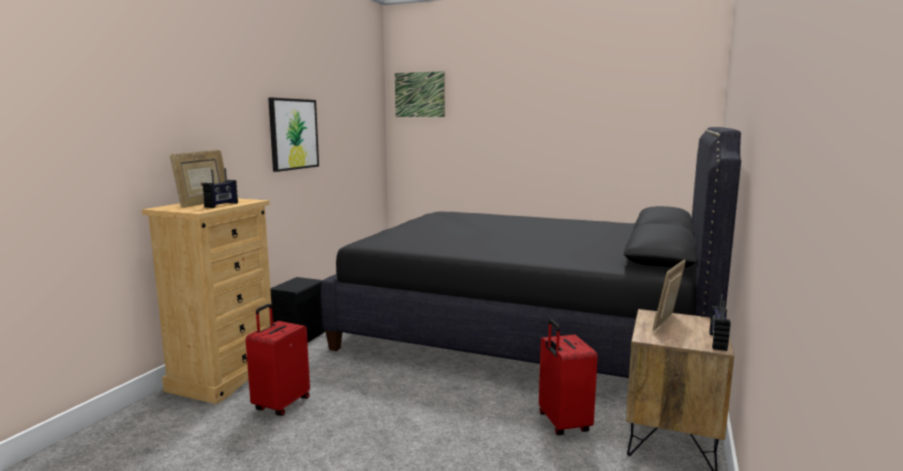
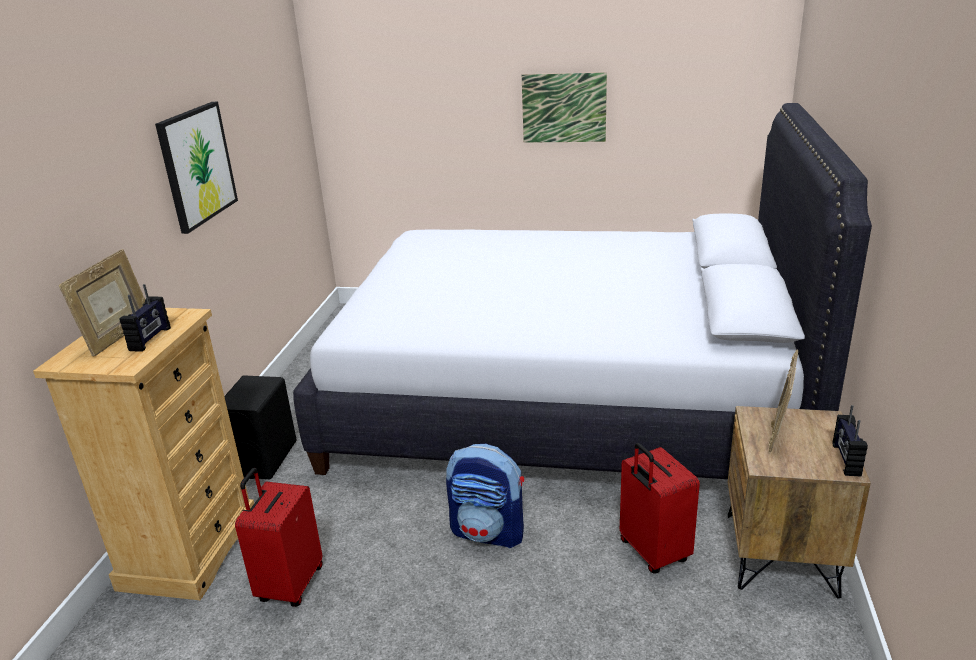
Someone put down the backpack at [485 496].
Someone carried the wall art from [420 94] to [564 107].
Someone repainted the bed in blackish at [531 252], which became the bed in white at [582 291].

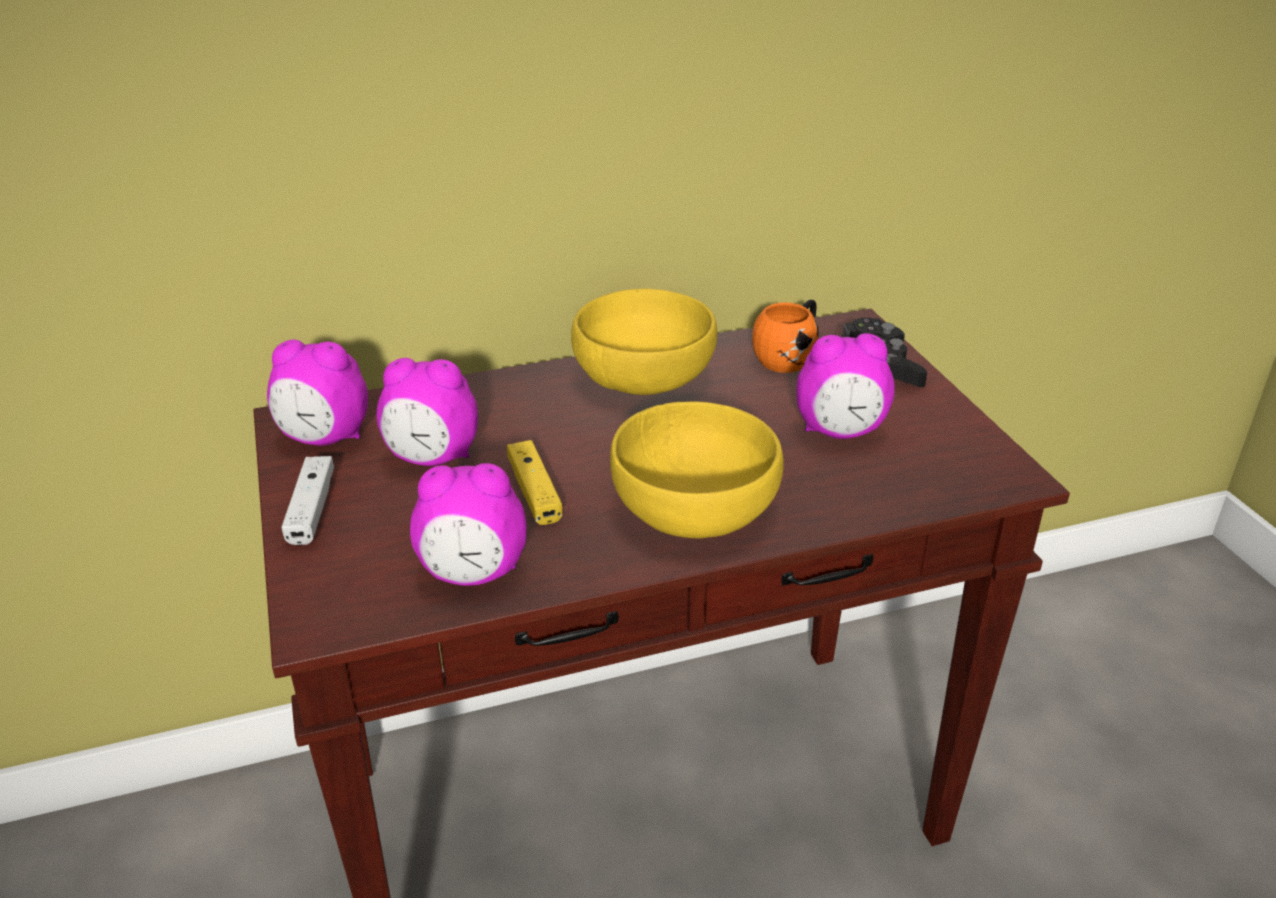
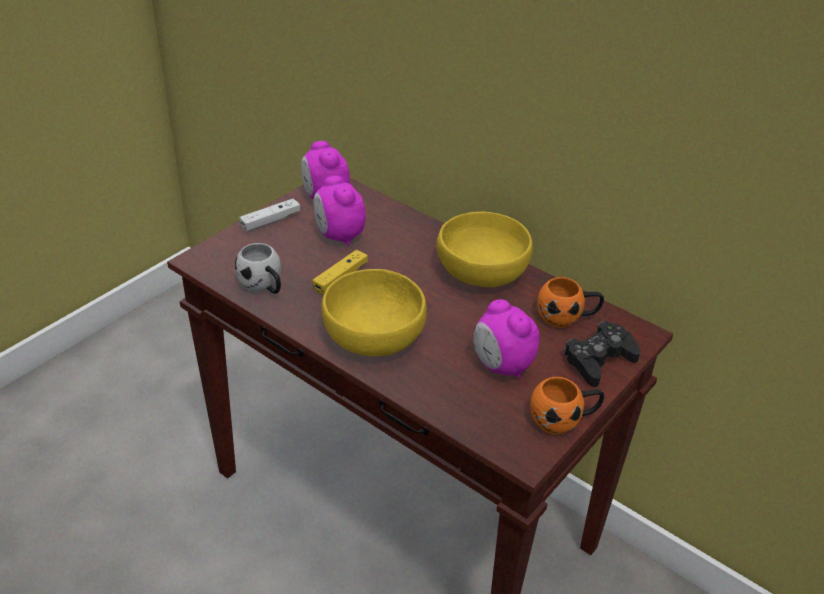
Someone put down the mug in orange-coloured at [567 406].
Someone swapped the bedside clock at [468 524] for the mug in white at [258 268].

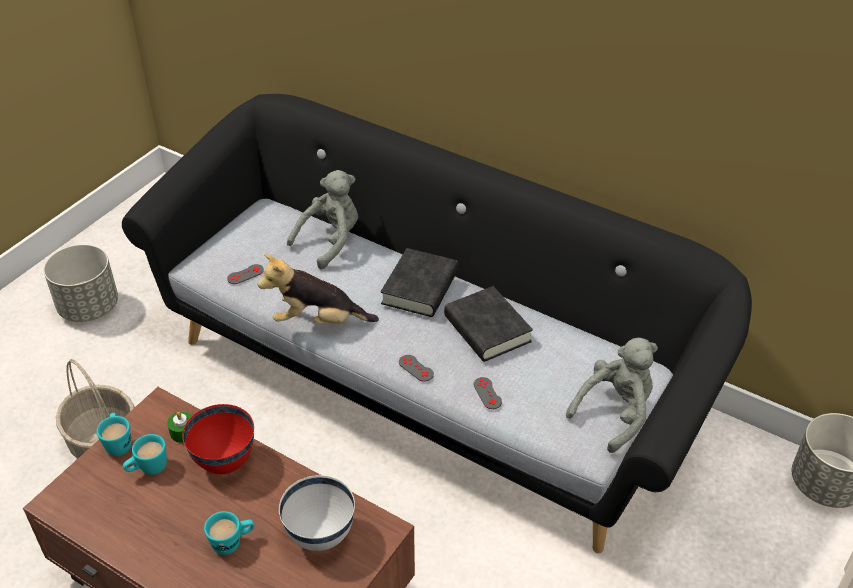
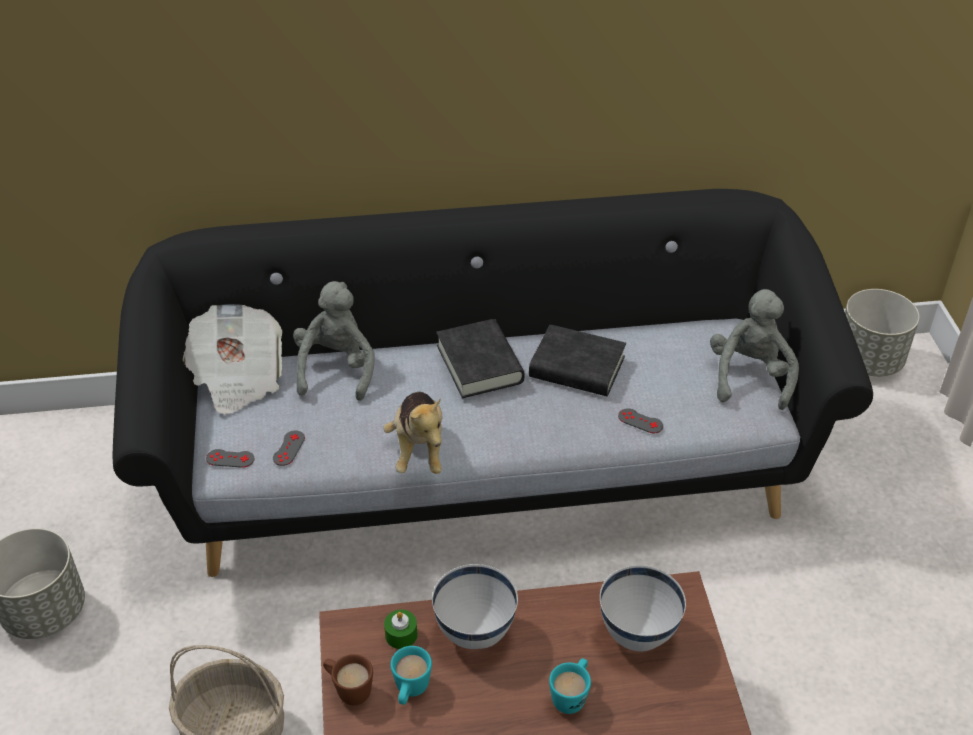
Someone put down the daily paper at [232 359].
Someone carried the joypad in gray from [416 368] to [230 458].
Someone repainted the mug in turquoise at [113 434], which became the mug in brown at [348 679].
Someone repainted the deep dish in reddish at [218 439], which became the deep dish in white at [475 606].
Someone rotated the soft toy at [318 289] by 60 degrees counterclockwise.

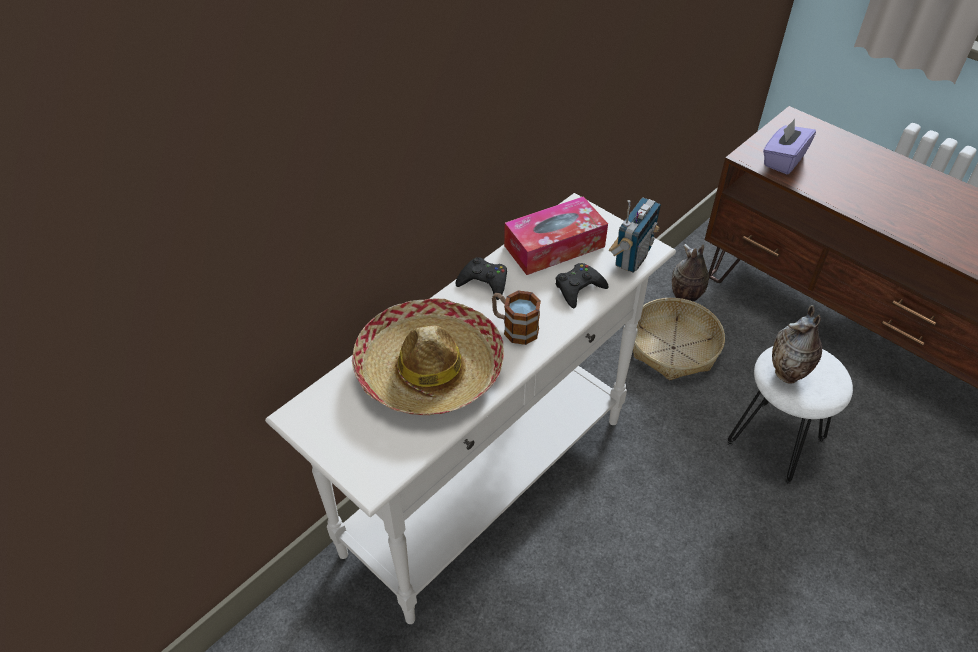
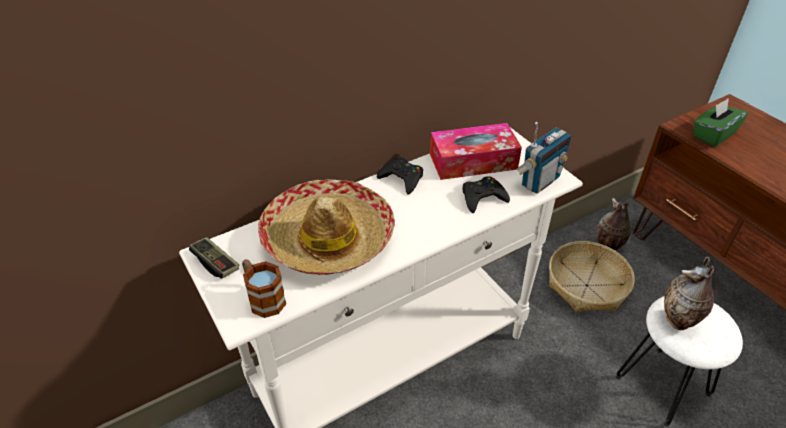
Someone put down the joypad at [214 257].
Someone carried the mug from [516 317] to [264 288].
Someone repainted the box of tissues in purple at [789 146], which became the box of tissues in green-coloured at [721 122].

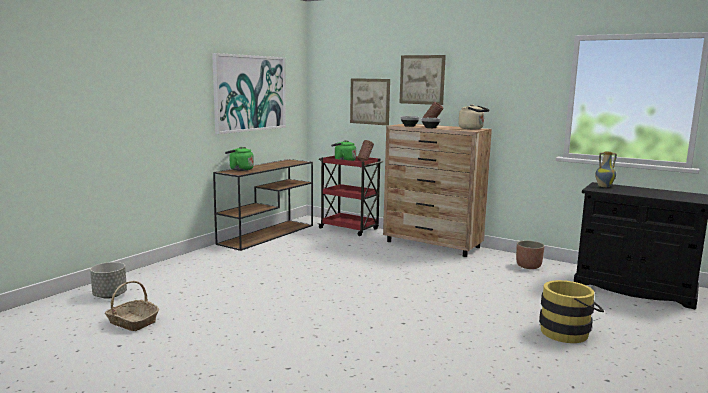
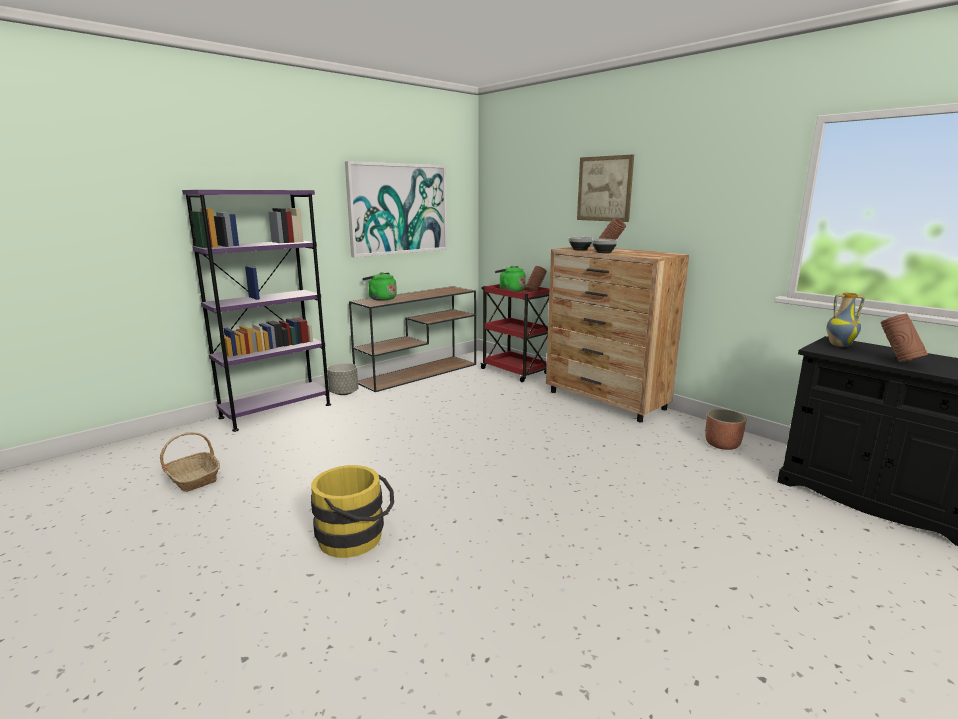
Someone took away the wall art at [370 101].
Someone took away the kettle in sand-coloured at [474 116].
Someone put down the bookcase in purple at [256 311].
Someone put down the decorative vase in brown at [904 338].
Someone carried the plant pot in gray from [108 280] to [342 379].
Someone carried the water bucket in yellowish from [571 311] to [352 511].

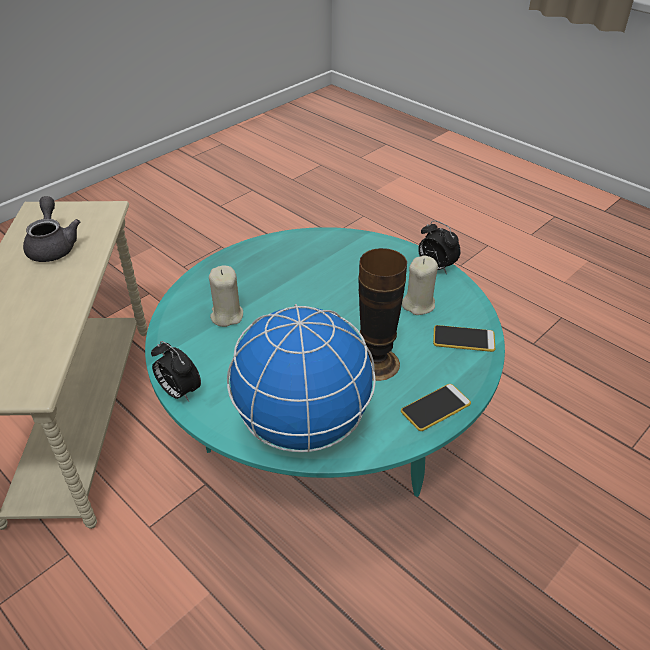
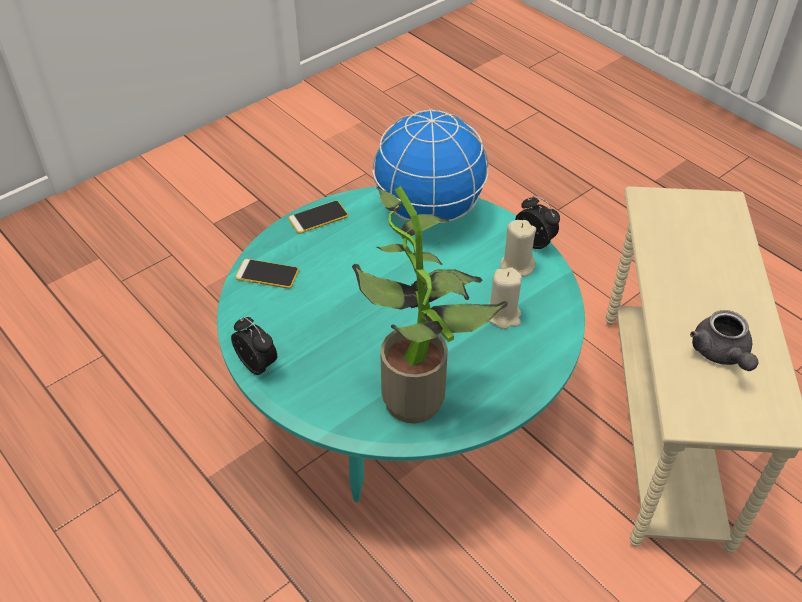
Someone took away the decorative vase at [382 314].
Someone put down the potted plant at [430 305].
Someone carried the wax light in sand-coloured from [420 285] to [518 248].

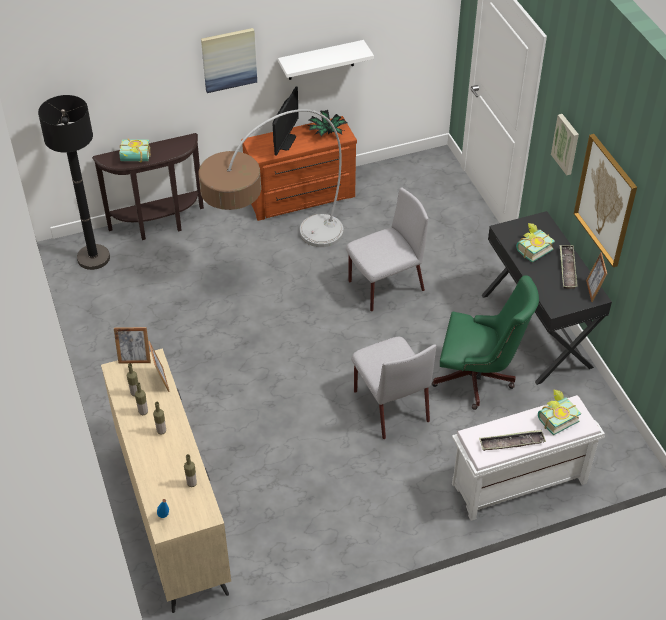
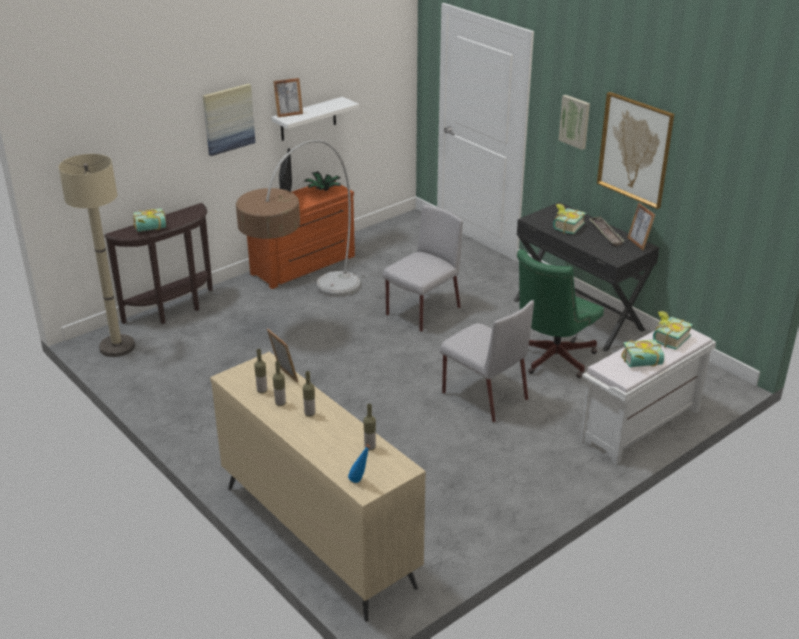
Someone carried the standing frame from [132 345] to [288 97].
Someone swapped the carrying tray at [512 440] for the book at [642 353].
Someone repainted the standing lamp in blackish at [74 182], which became the standing lamp in sand-coloured at [97 255].
Someone rotated the computer chair in green-coloured at [485 342] by 135 degrees clockwise.

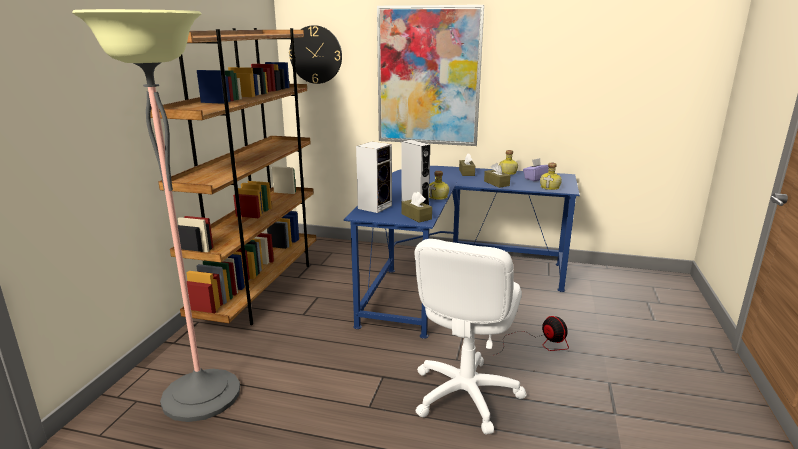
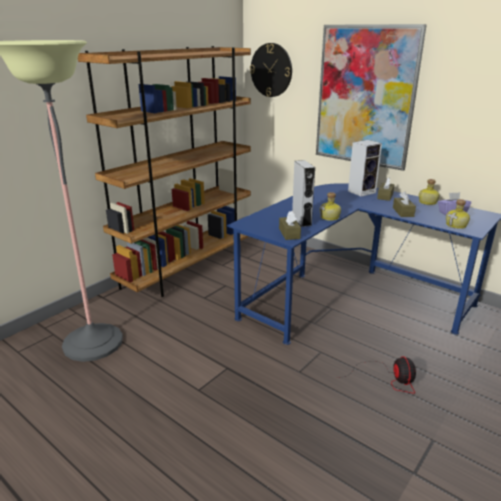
Someone took away the computer chair in white at [470 337].
Someone carried the audio speaker from [374 177] to [365 168].

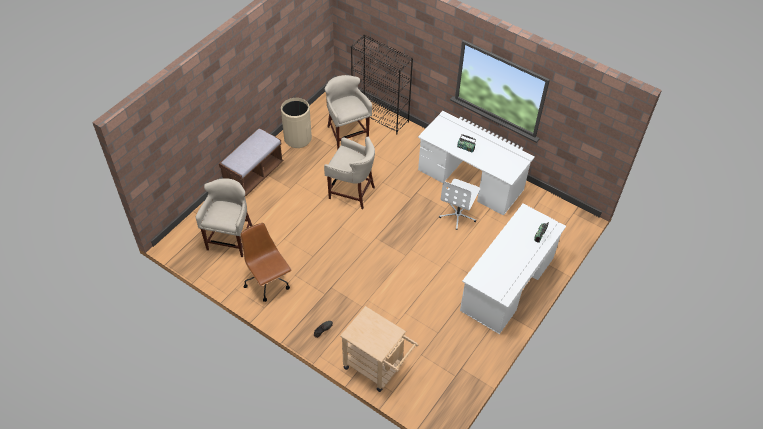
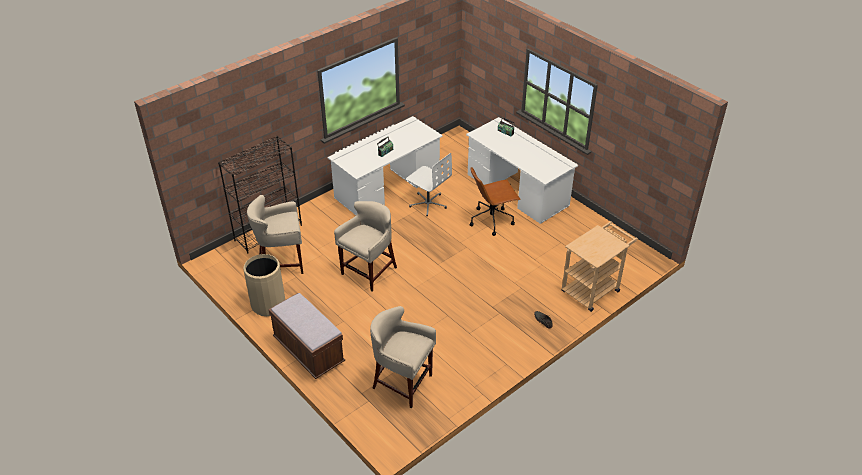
Someone carried the computer chair in brown from [266 262] to [495 201].

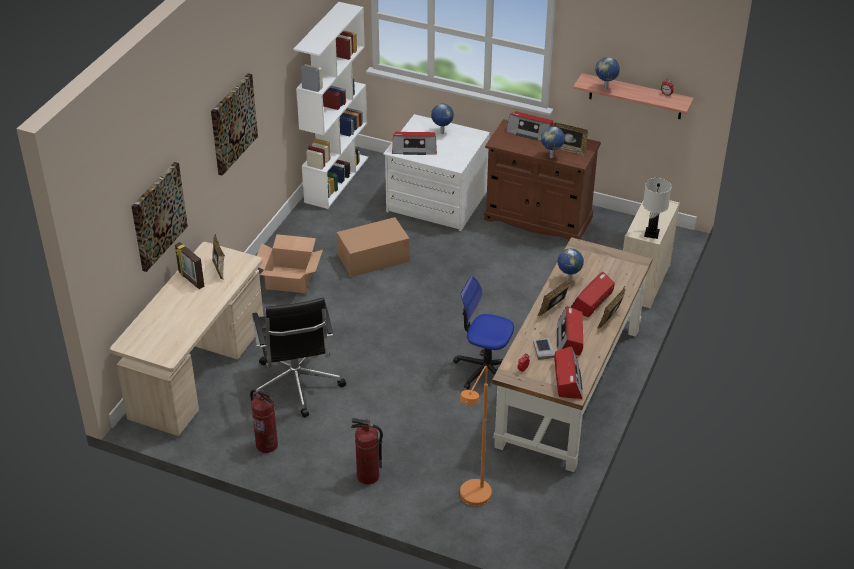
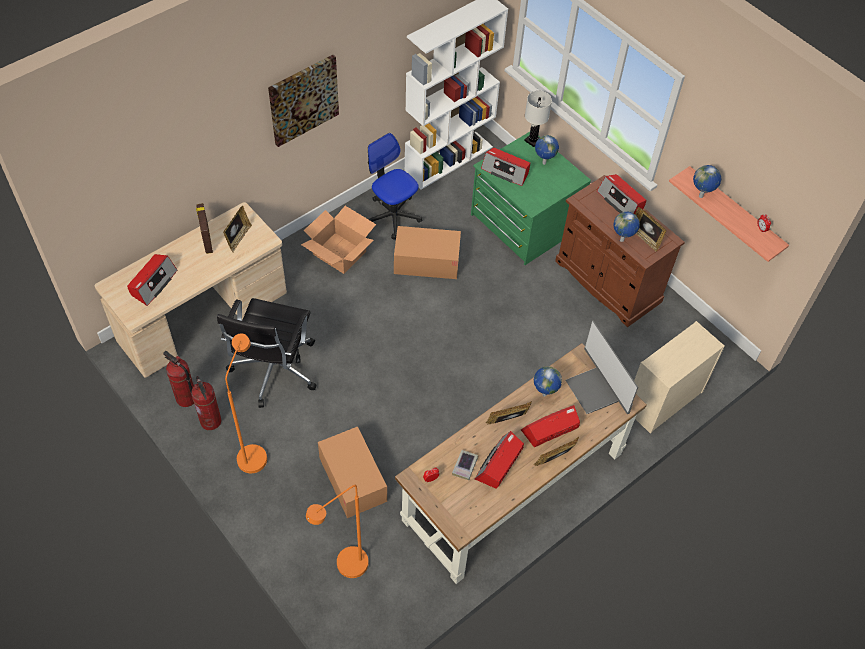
Someone took away the wall art at [160 217].
Someone put down the standing lamp in orange-coloured at [246 403].
Someone put down the carton at [352 472].
Someone put down the computer display at [602 367].
Someone carried the extinguisher from [367 451] to [178 379].
Someone carried the computer chair from [483 332] to [395 186].
Someone carried the radio from [568 372] to [152 280].
Someone carried the table lamp in white from [657 208] to [538 119].
Someone repainted the drawer chest in white at [436 172], which became the drawer chest in green-coloured at [531 198].

